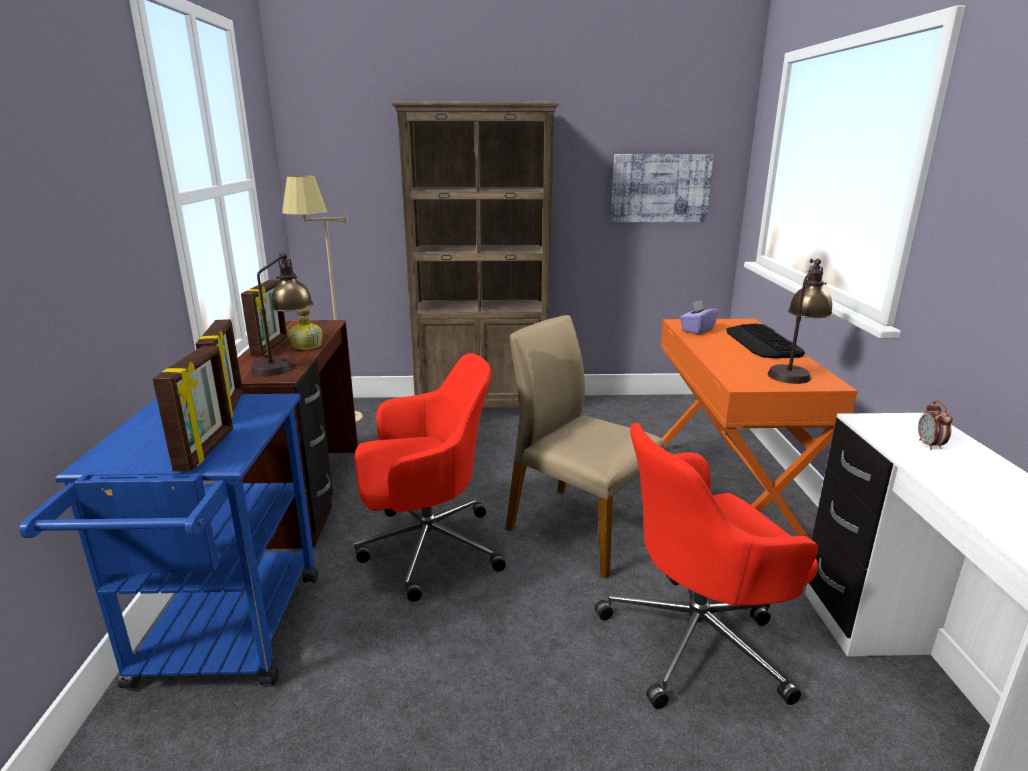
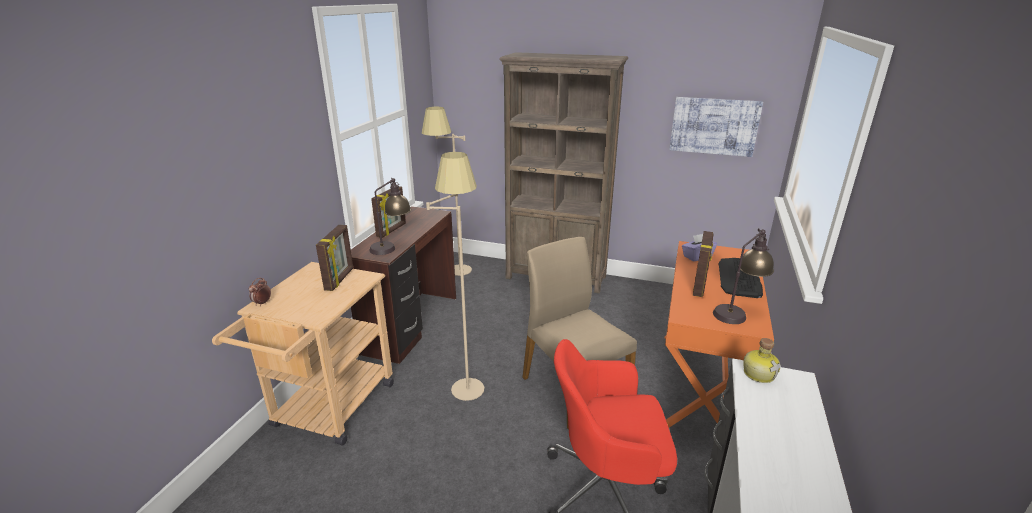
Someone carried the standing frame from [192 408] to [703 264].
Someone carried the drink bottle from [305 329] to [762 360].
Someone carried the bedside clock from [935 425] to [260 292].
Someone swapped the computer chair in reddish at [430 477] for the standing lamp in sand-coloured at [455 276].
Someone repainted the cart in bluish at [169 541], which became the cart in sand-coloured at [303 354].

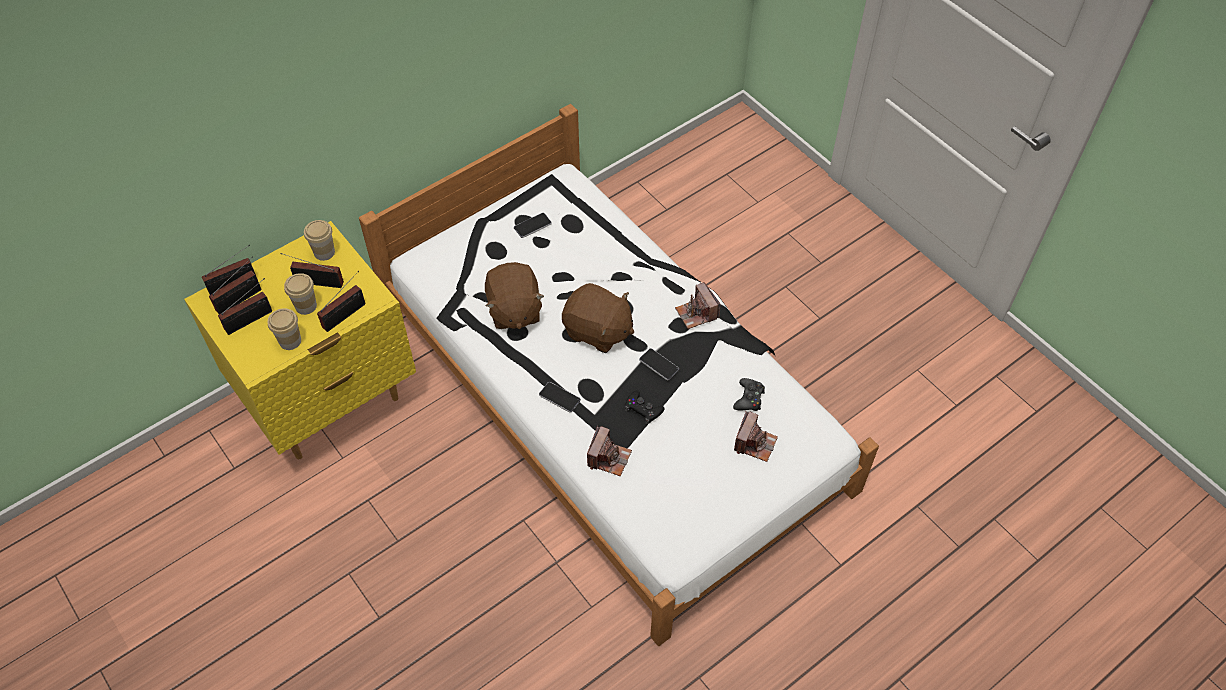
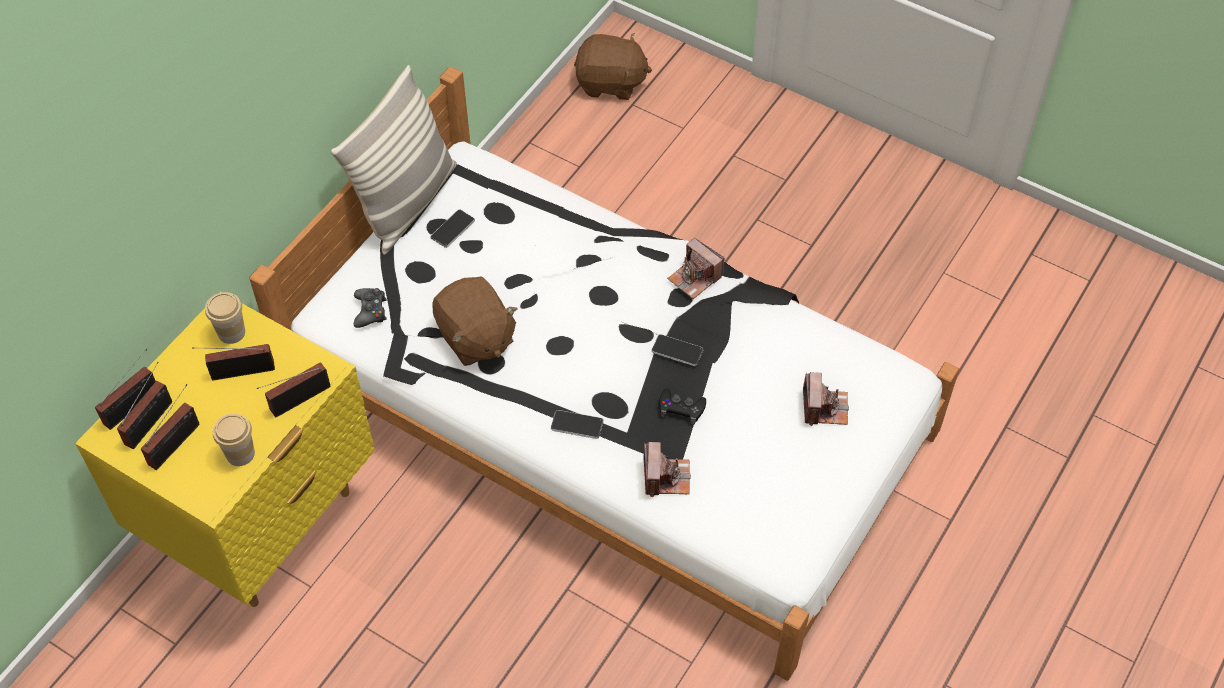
Someone took away the cup at [300 294].
Someone put down the cushion at [394 160].
Someone carried the soft toy in brown from [598 318] to [613 66].
Someone carried the joypad in blackish from [749 394] to [370 308].
Someone rotated the radio at [341 301] by 150 degrees counterclockwise.

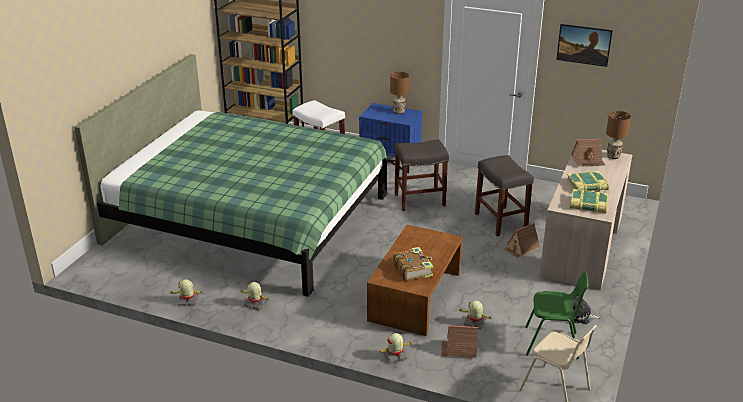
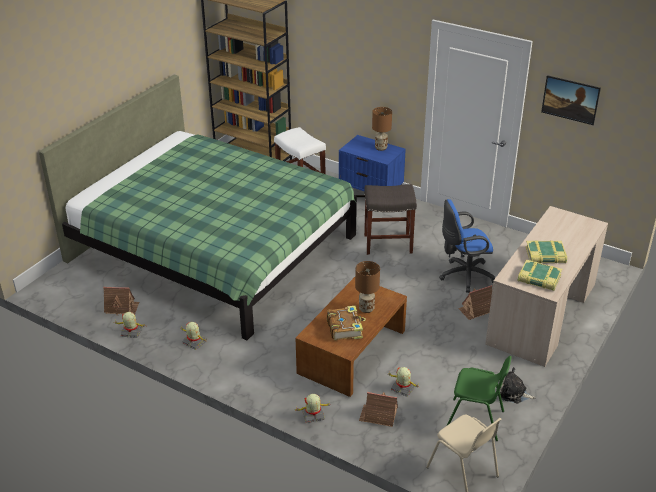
Someone carried the toy house from [588 153] to [121 300].
Someone carried the table lamp in brown from [618 135] to [367 287].
Someone swapped the stool in gray at [504 195] for the computer chair in bluish at [467 246].

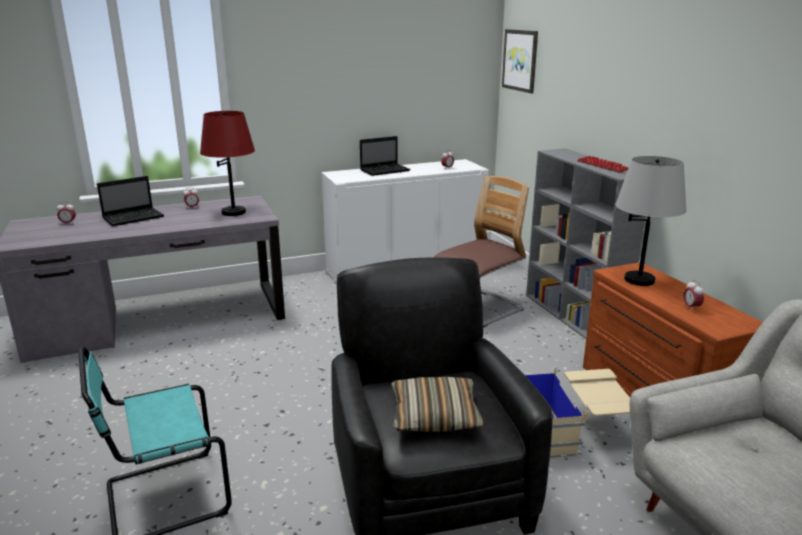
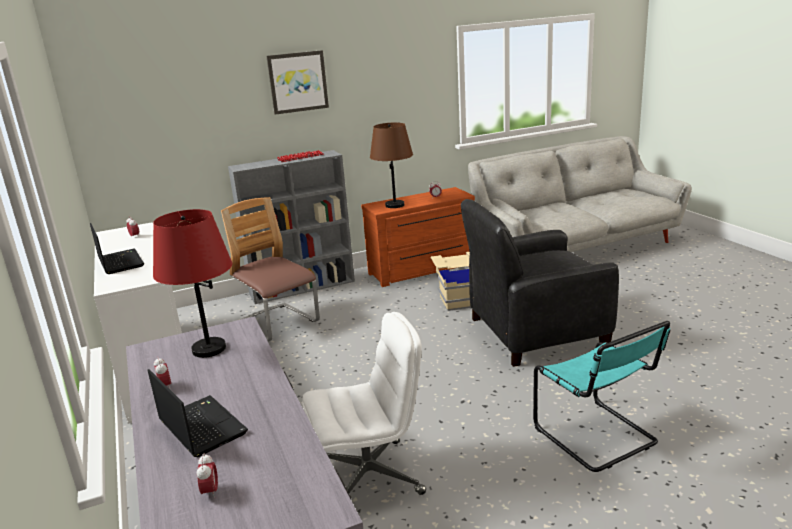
Someone took away the cushion at [437 404].
Someone put down the computer chair in white at [364 403].
Someone carried the wall art from [520 61] to [297 82].
Someone repainted the table lamp in gray at [651 221], which became the table lamp in brown at [391 165].

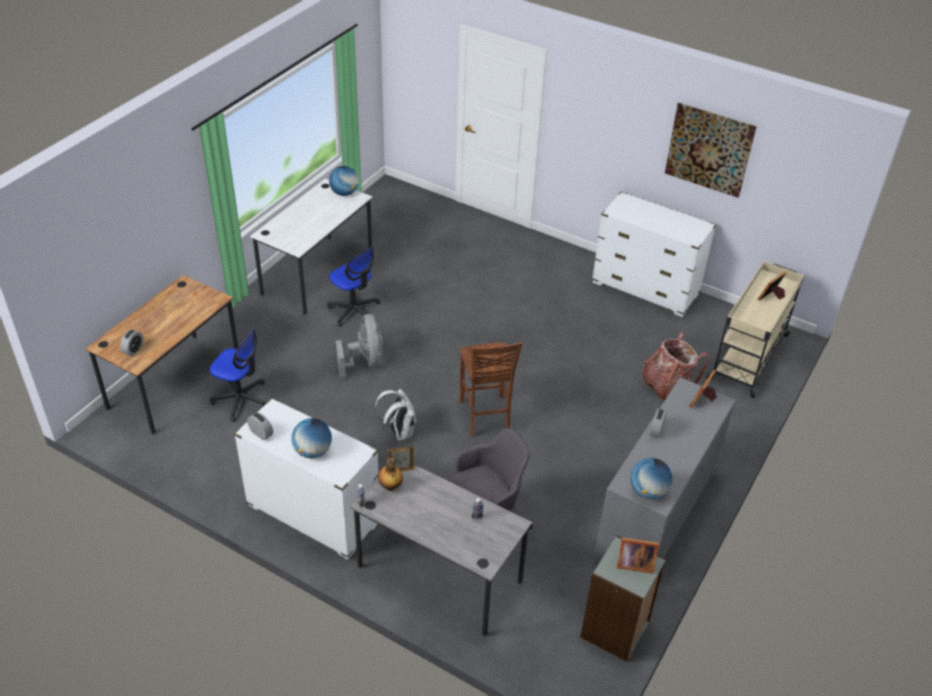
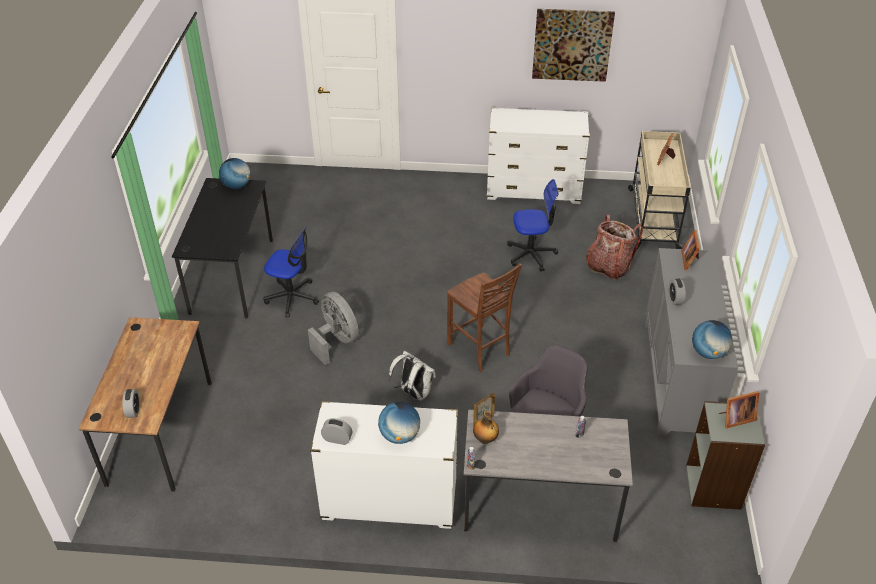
Someone carried the computer chair from [238 374] to [533 225].
Someone repainted the desk table in white at [311 246], which became the desk table in blackish at [222 248].

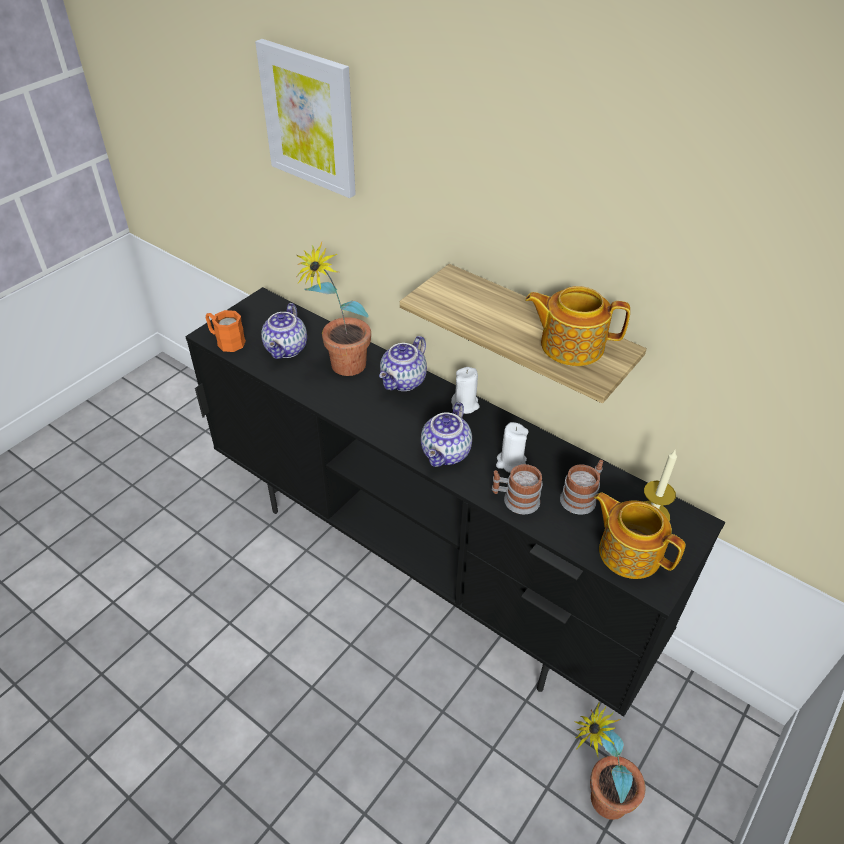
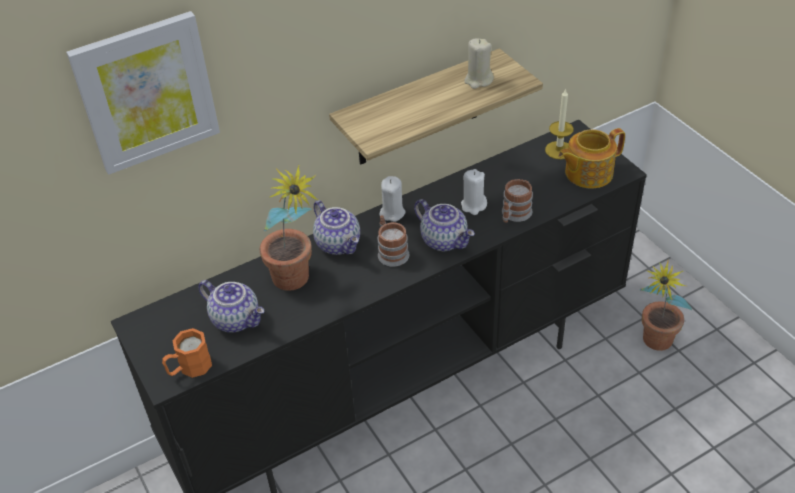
Someone carried the mug from [581 487] to [393 241].
Someone swapped the pot for tea at [577 326] for the wax light in sand-coloured at [479 63].

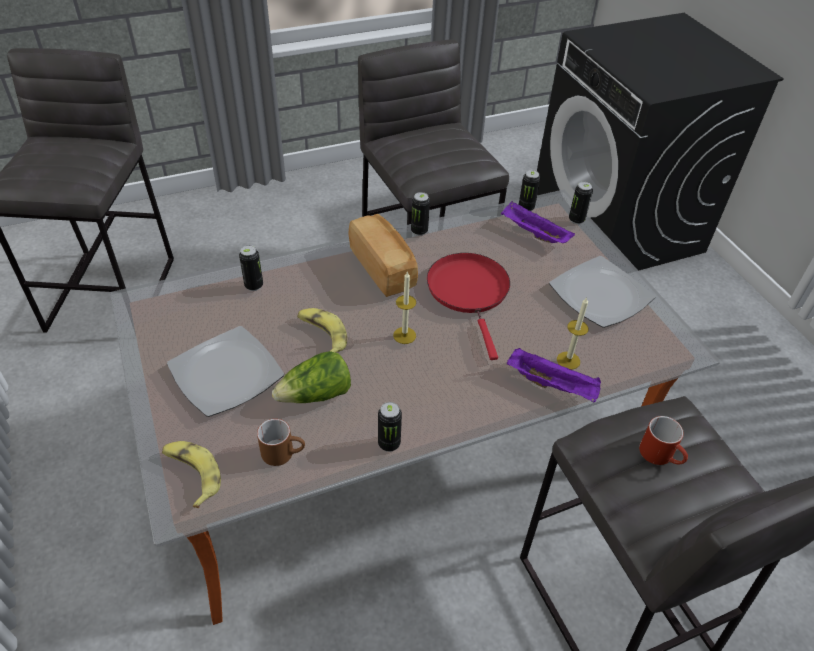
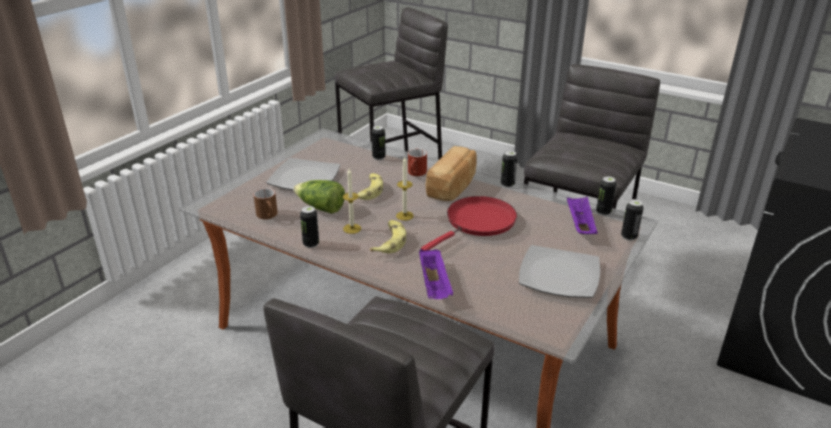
Someone carried the whole banana from [191 474] to [388 237].
Someone carried the wax light from [572 334] to [352 201].
Someone carried the mug in reddish from [663 440] to [417 162].

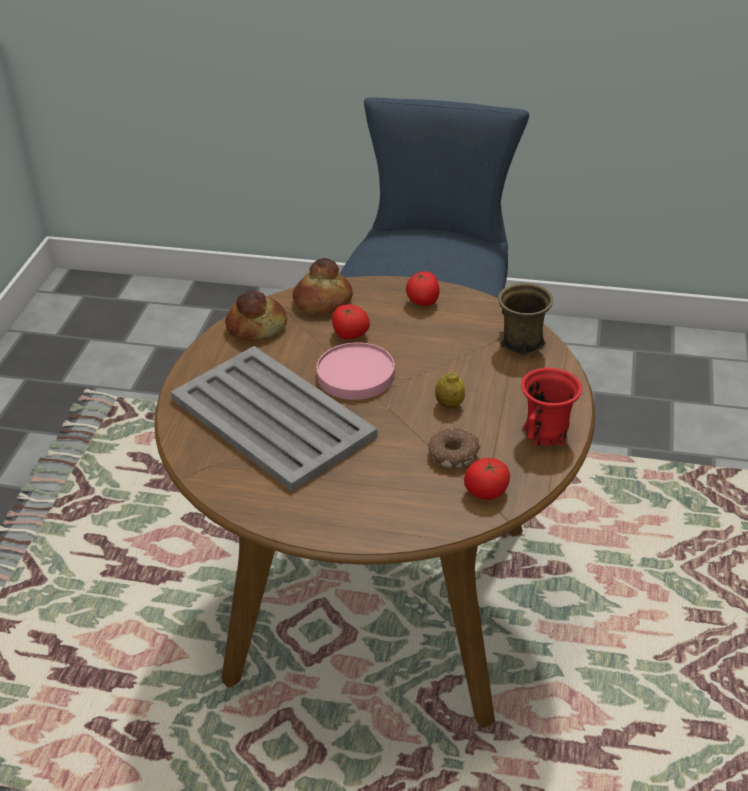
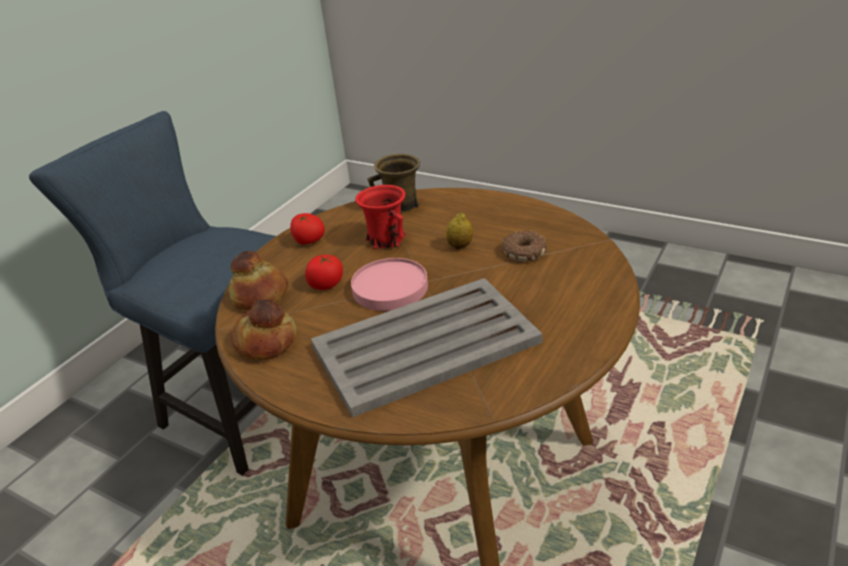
Someone took away the whole tomato at [487 479].
Someone carried the mug in reddish from [551 407] to [380 217].

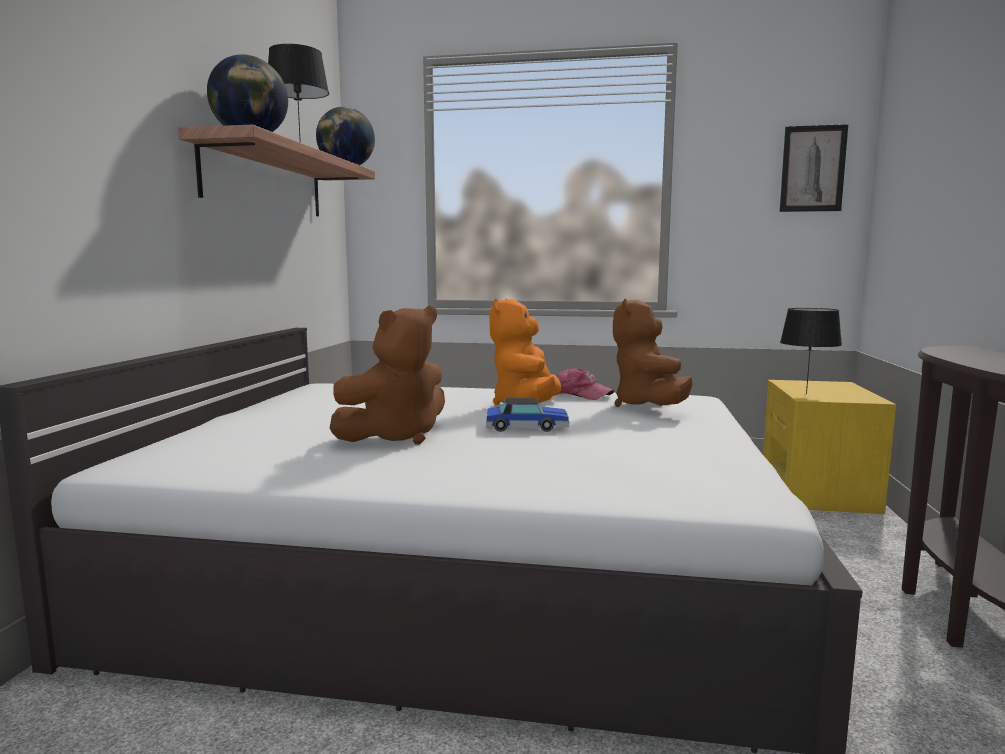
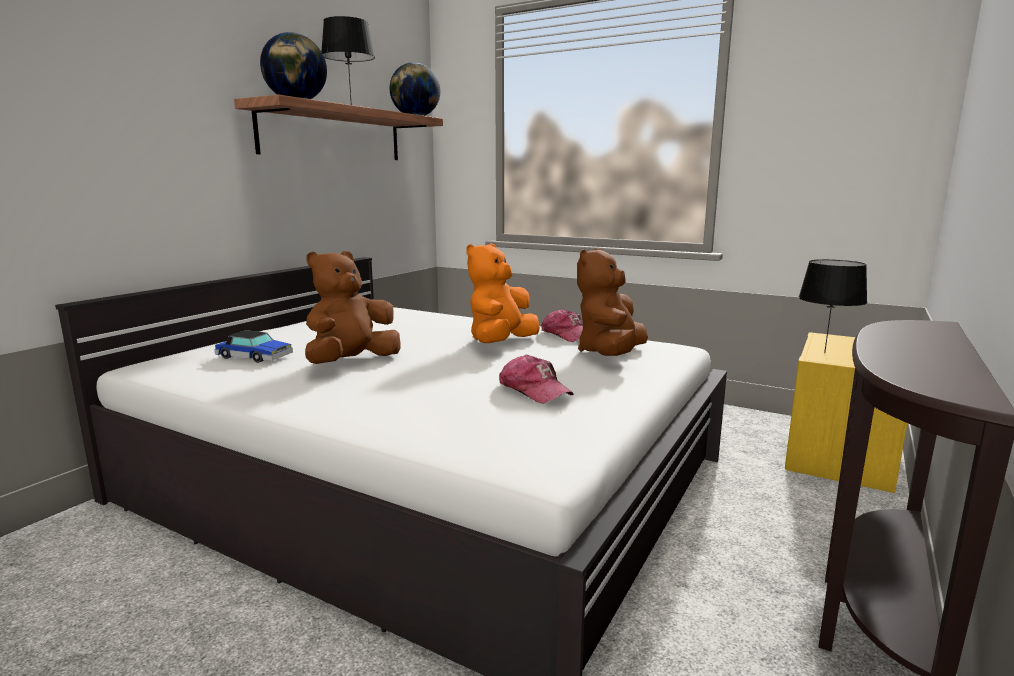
Someone took away the wall art at [813 168].
Someone put down the peaked cap at [536 379].
Someone carried the miniature car from [527 415] to [253 346].
Someone rotated the soft toy in brown at [387 375] by 150 degrees clockwise.

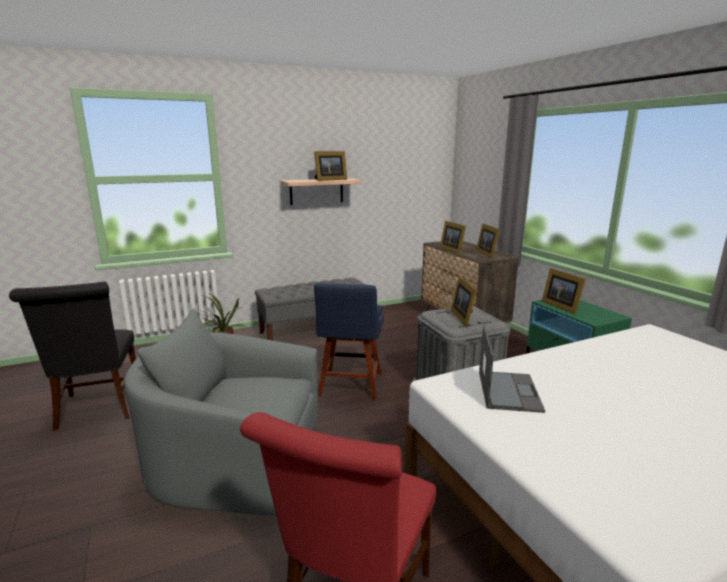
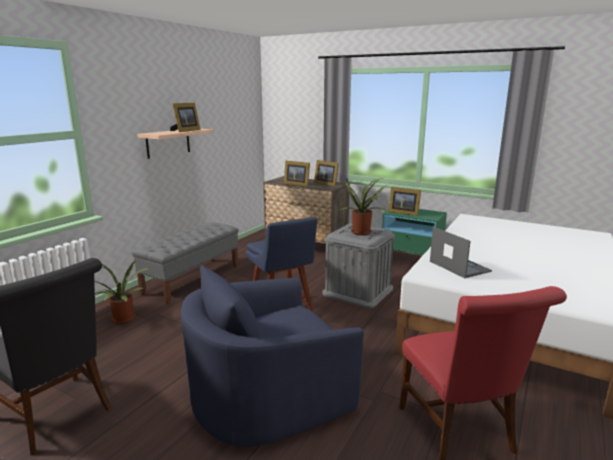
Someone swapped the standing frame at [464 301] for the potted plant at [363 206].
Someone repainted the lounge chair in gray at [221 412], which became the lounge chair in bluish at [272 356].

